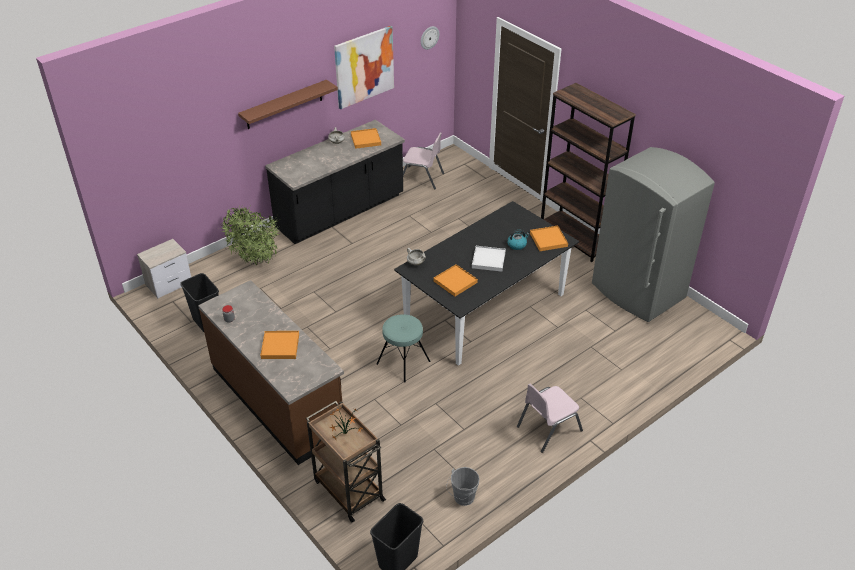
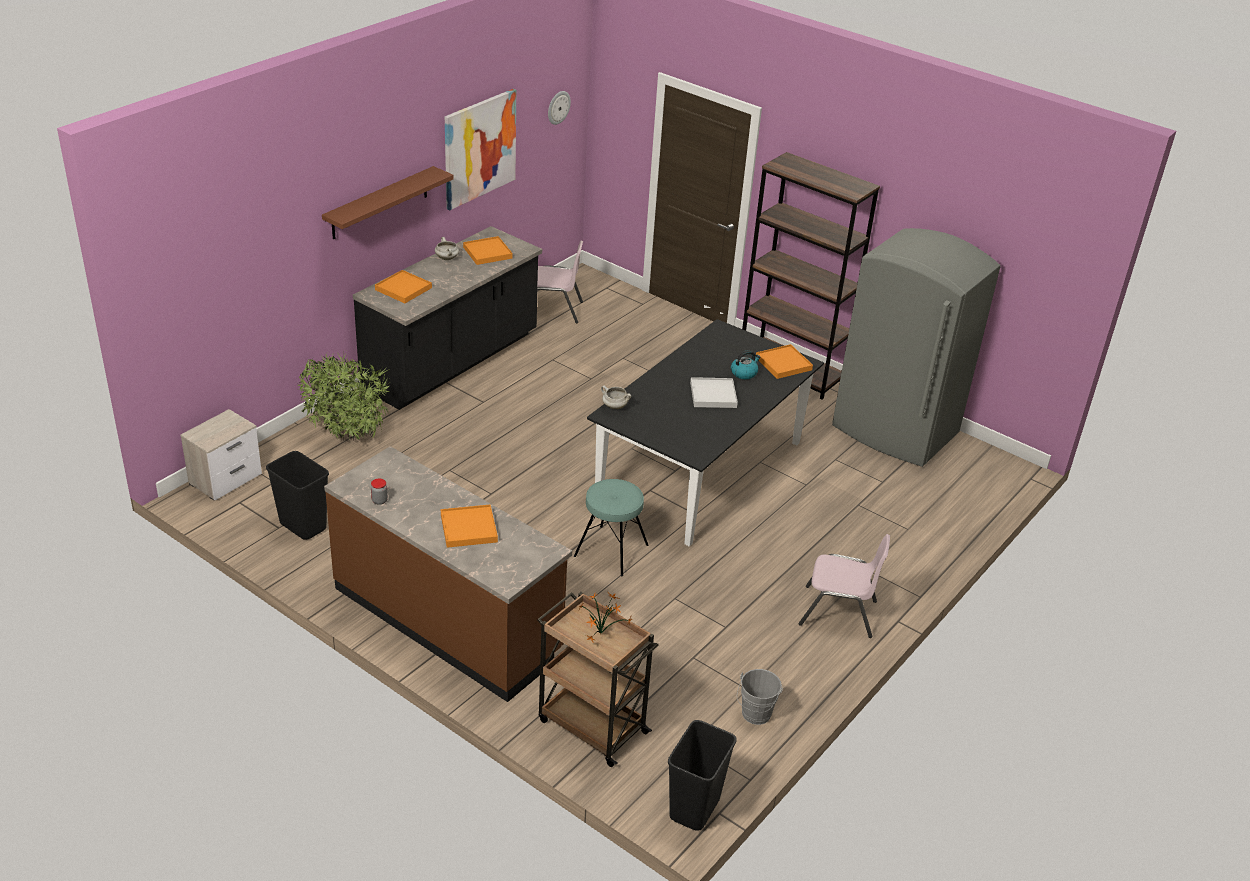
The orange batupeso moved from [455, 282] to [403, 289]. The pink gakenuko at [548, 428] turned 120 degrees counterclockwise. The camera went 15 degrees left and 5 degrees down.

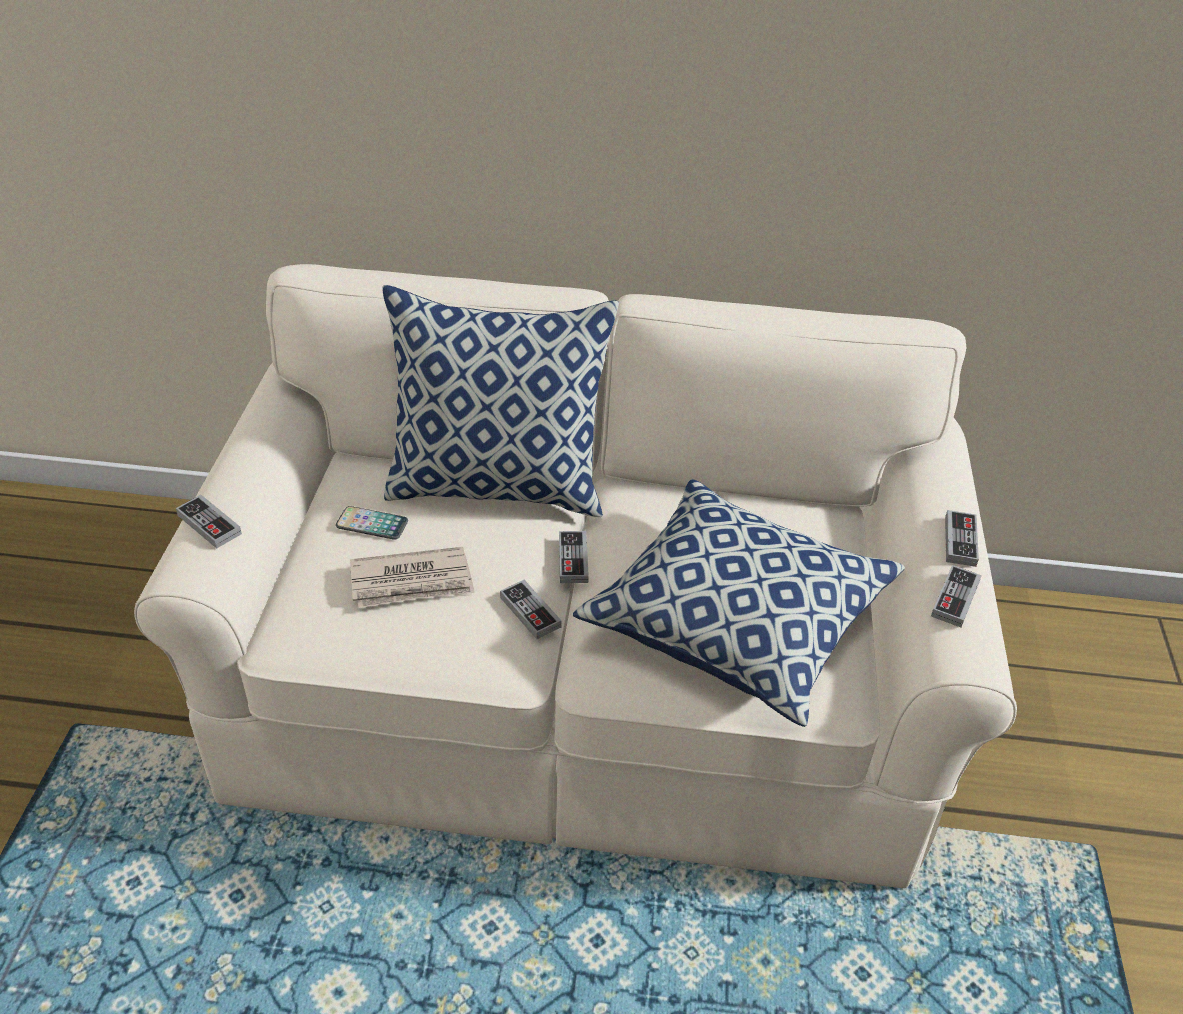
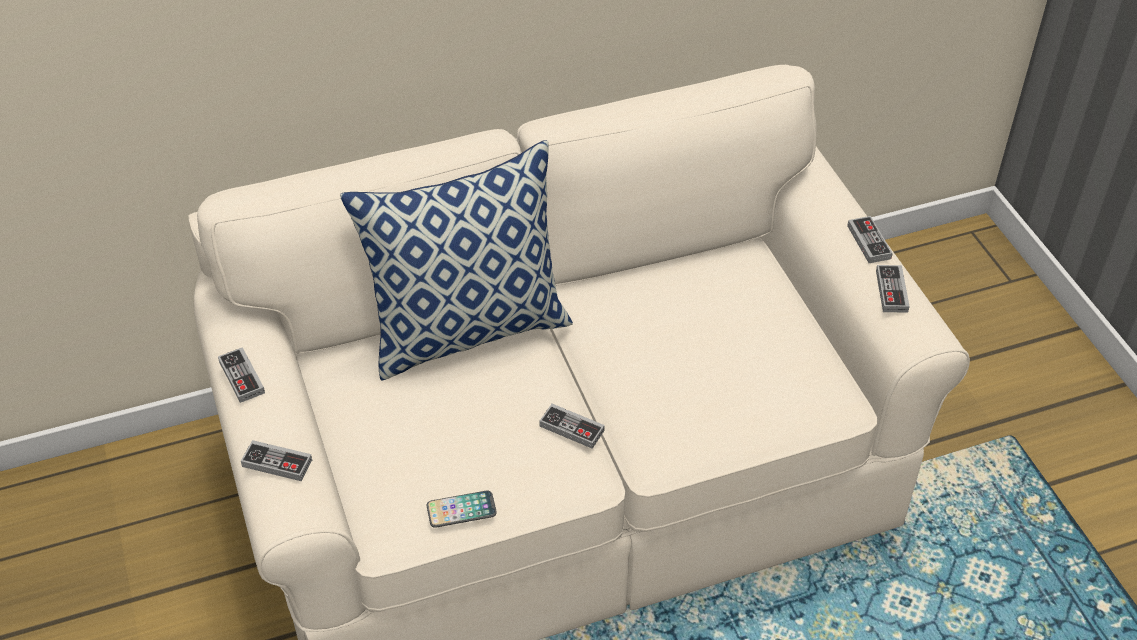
The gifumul moved from [573, 560] to [242, 377]. The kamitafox moved from [372, 524] to [461, 510]. The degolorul at [412, 582] disappeared. The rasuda at [737, 622] disappeared. The camera went 25 degrees left and 5 degrees up.

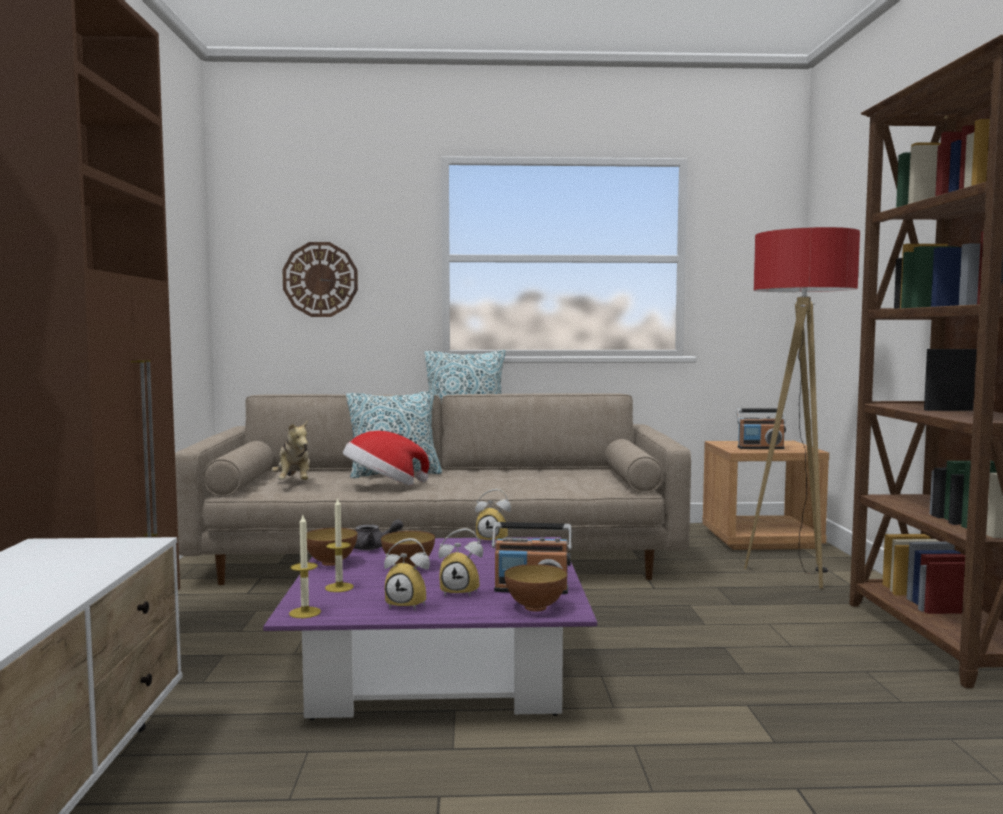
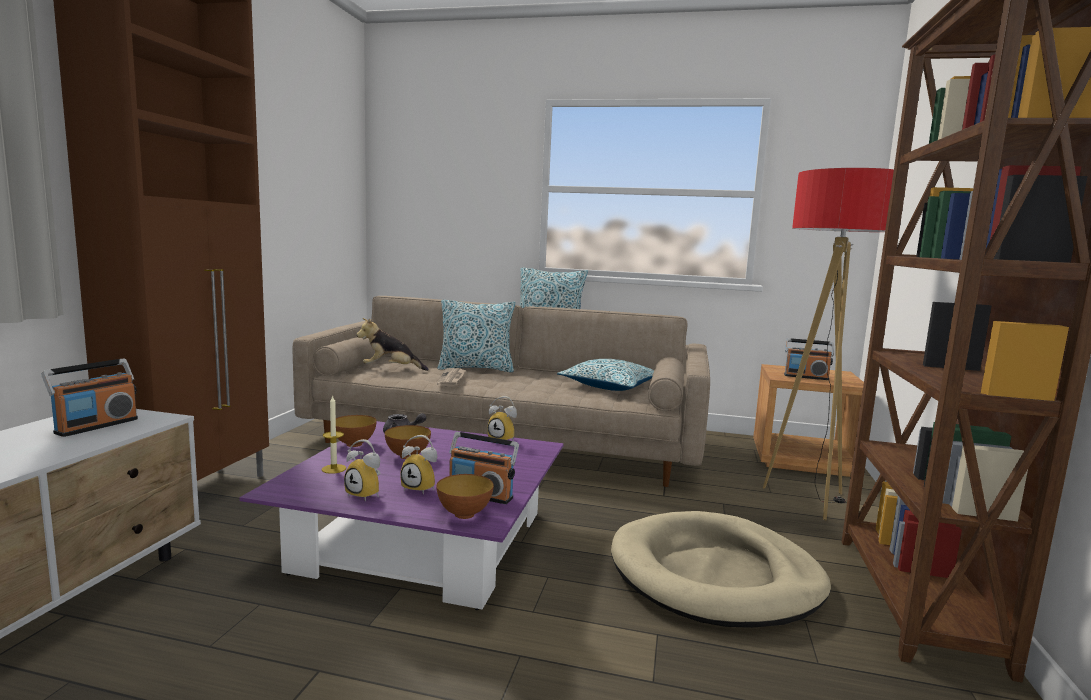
The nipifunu at [96, 426] appeared. The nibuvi at [294, 483] turned 90 degrees clockwise. The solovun at [383, 485] was replaced by the degolorul at [452, 379]. The rasuda at [610, 386] appeared. The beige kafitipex at [715, 575] appeared. The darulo at [320, 279] disappeared. The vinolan at [305, 612] disappeared. The camera went 15 degrees right and 5 degrees up.

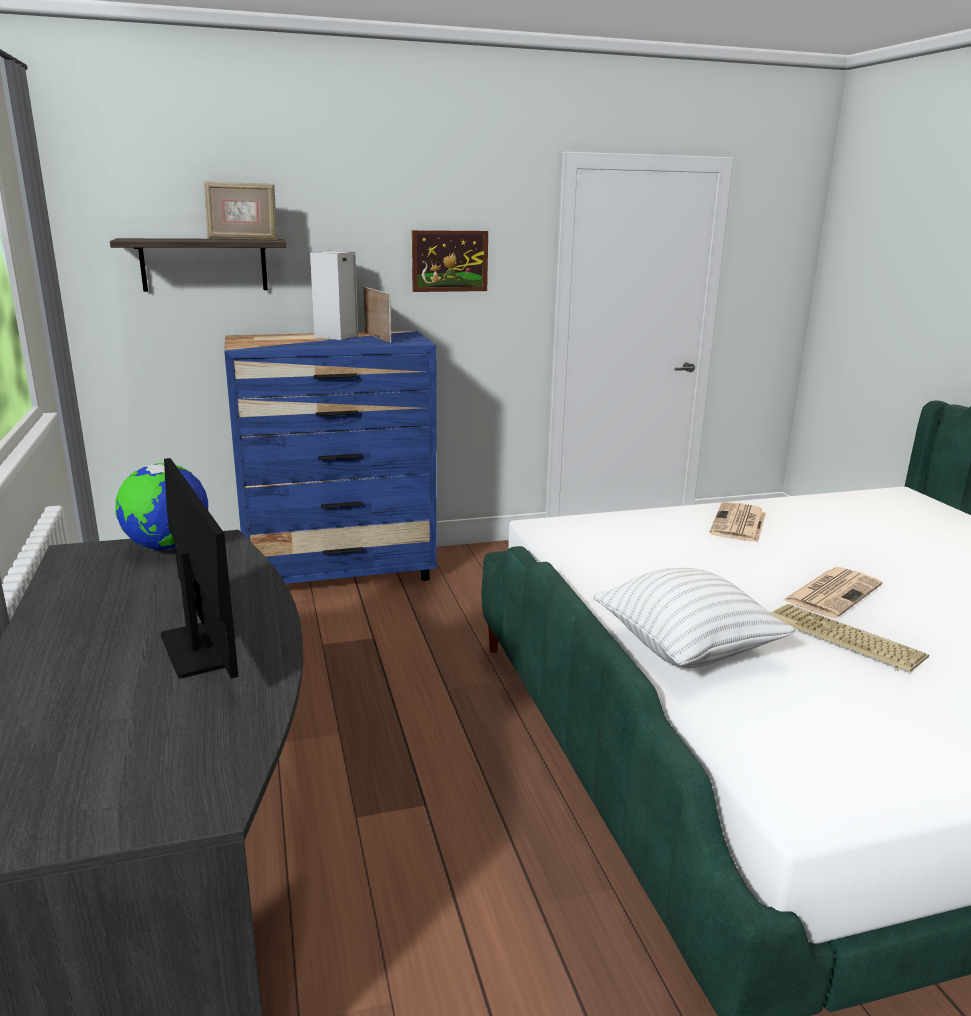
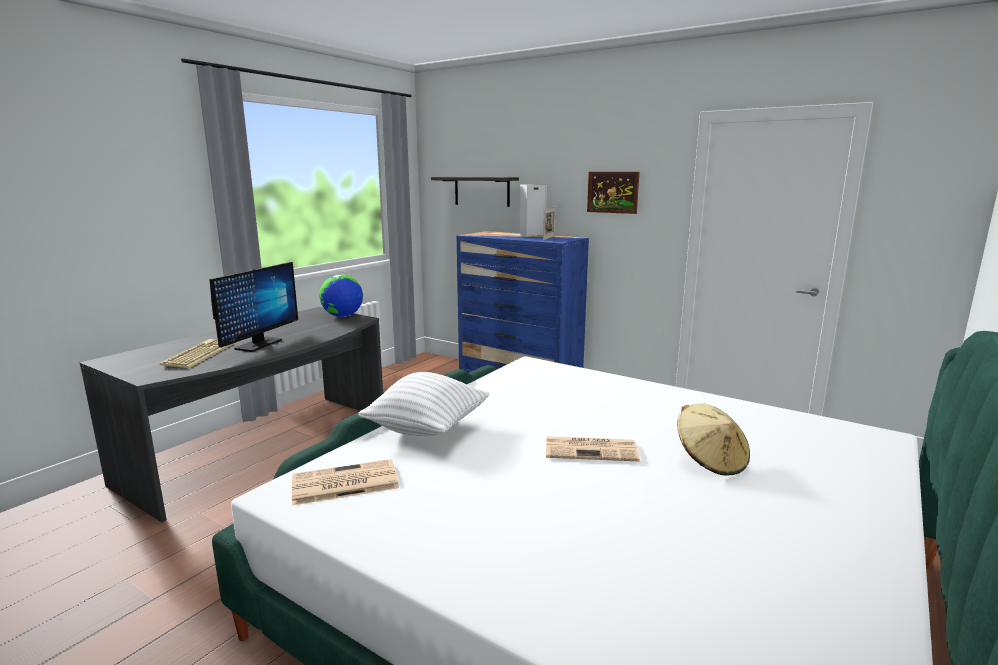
The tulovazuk moved from [841, 639] to [199, 354]. The degolorul moved from [739, 524] to [343, 483]. The beige solovun at [710, 461] appeared. The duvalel at [243, 239] disappeared. The camera went 50 degrees right and 5 degrees down.

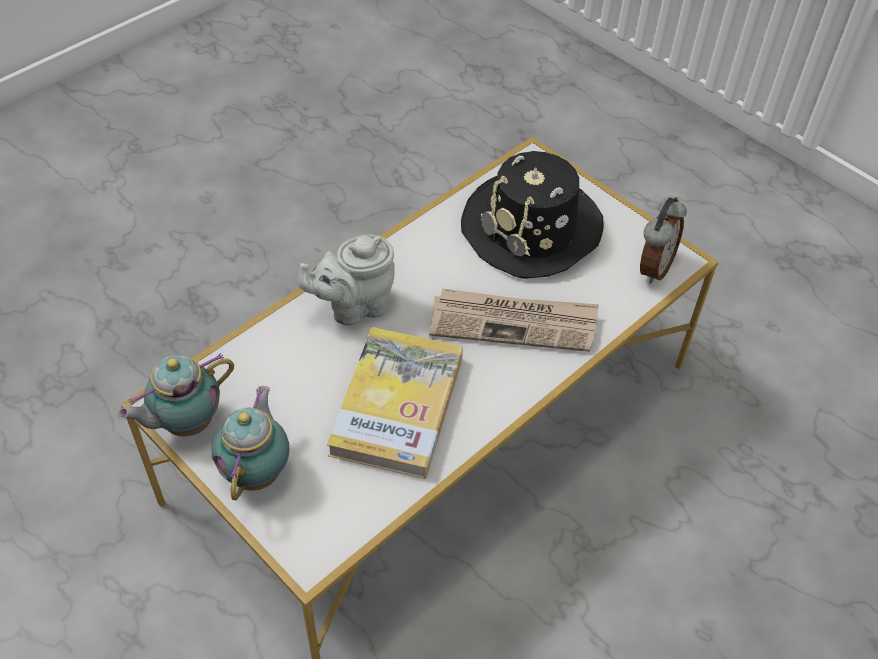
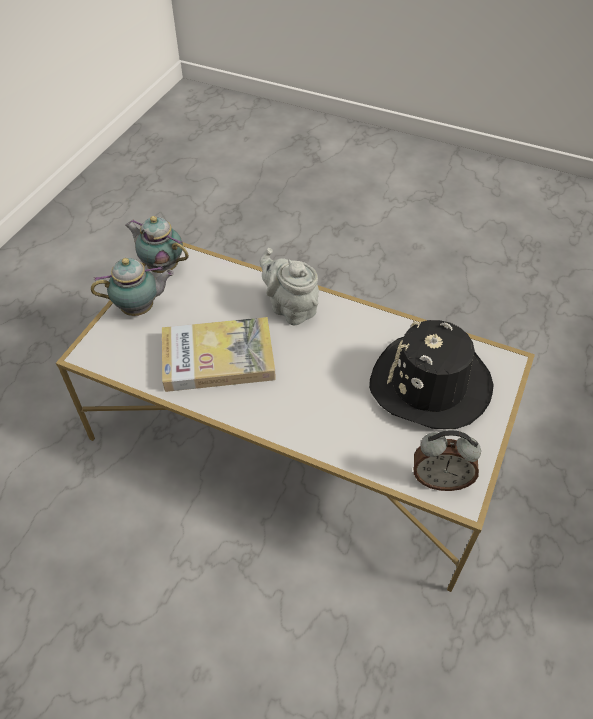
The degolorul at [514, 323] disappeared. The camera went 70 degrees right and 0 degrees up.

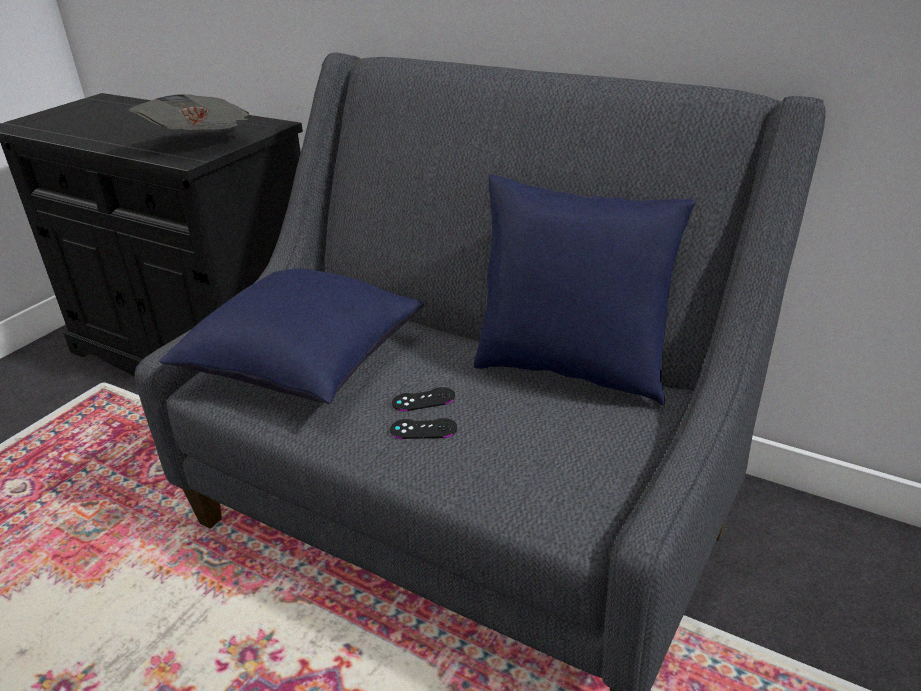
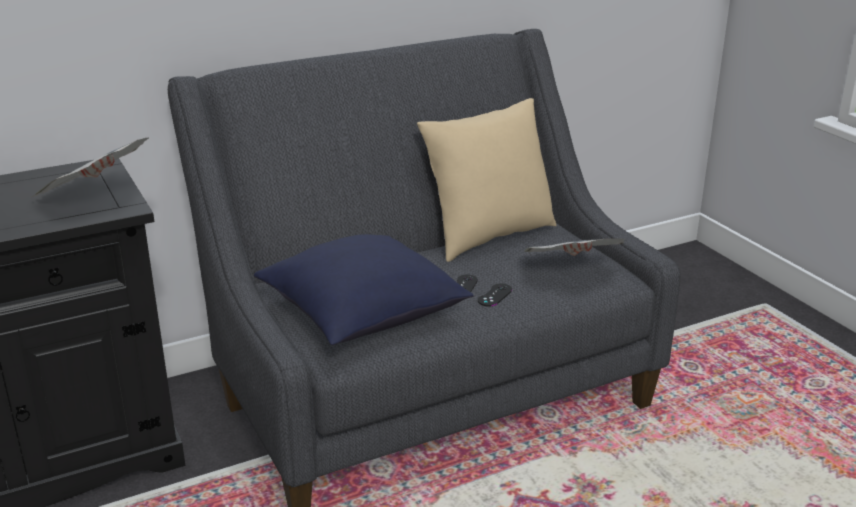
The blue rasuda at [572, 369] became the beige rasuda at [488, 236]. The degolorul at [571, 270] appeared. The camera went 60 degrees left and 5 degrees down.

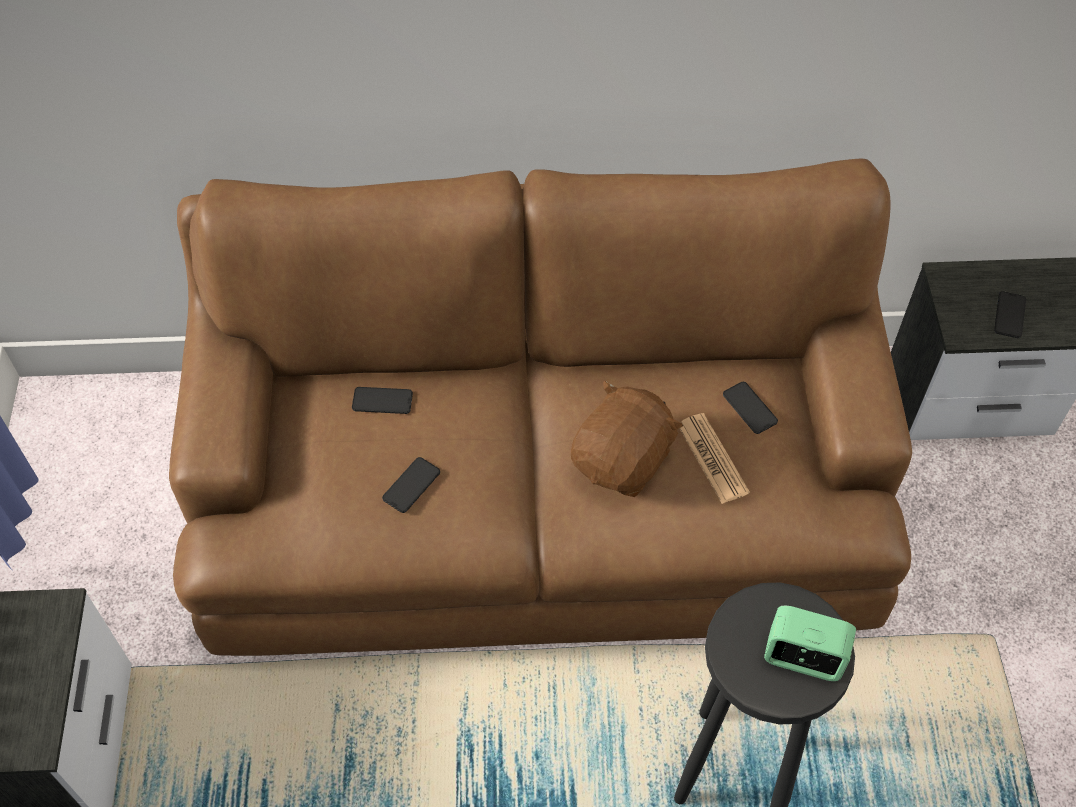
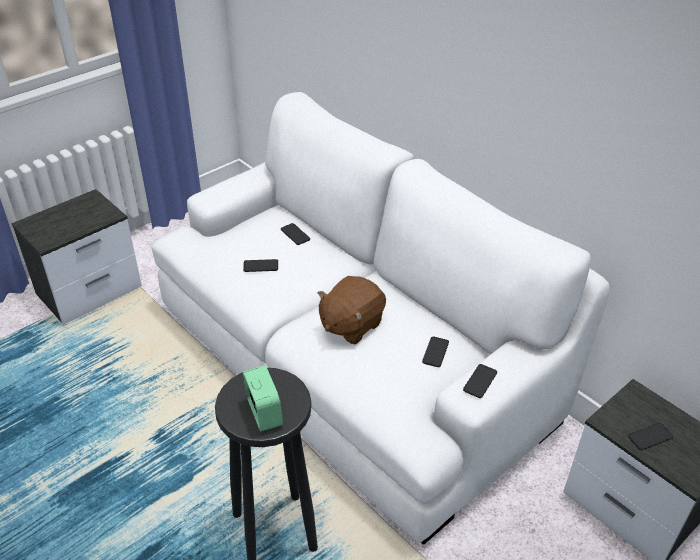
The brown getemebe at [538, 500] became the white getemebe at [350, 361]. The brown nibuvi at [623, 460] turned 135 degrees clockwise. The kamitafox at [480, 381] appeared. The degolorul at [712, 459] disappeared. The camera went 50 degrees right and 15 degrees down.

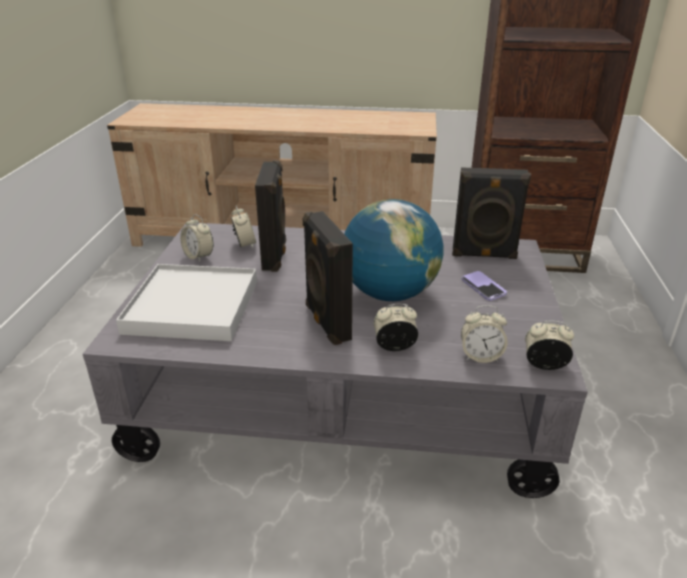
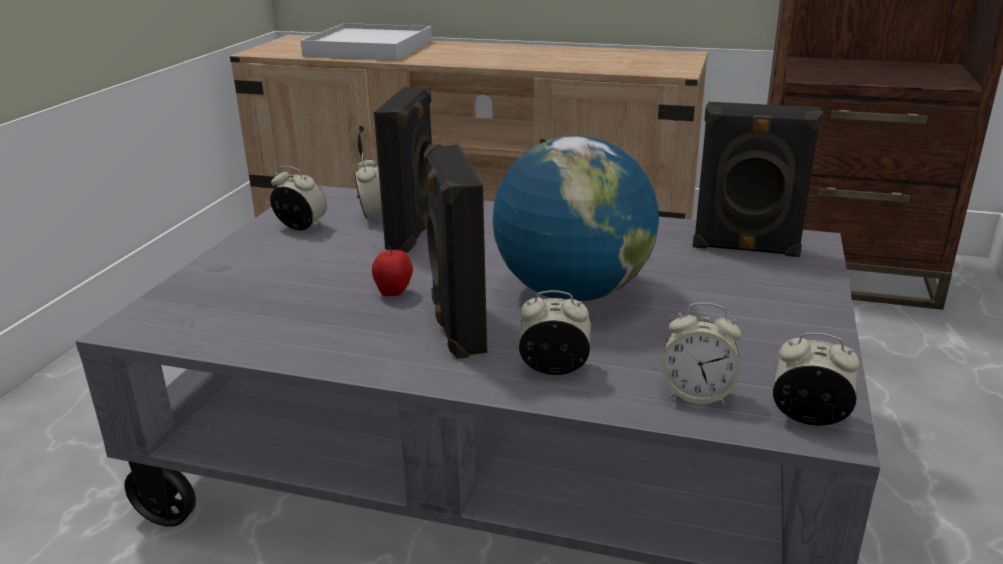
The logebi at [199, 256] turned 150 degrees clockwise. The white batupeso moved from [193, 307] to [369, 48]. The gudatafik at [394, 293] appeared. The kamitafox at [483, 287] disappeared. The camera went 10 degrees right and 5 degrees down.

